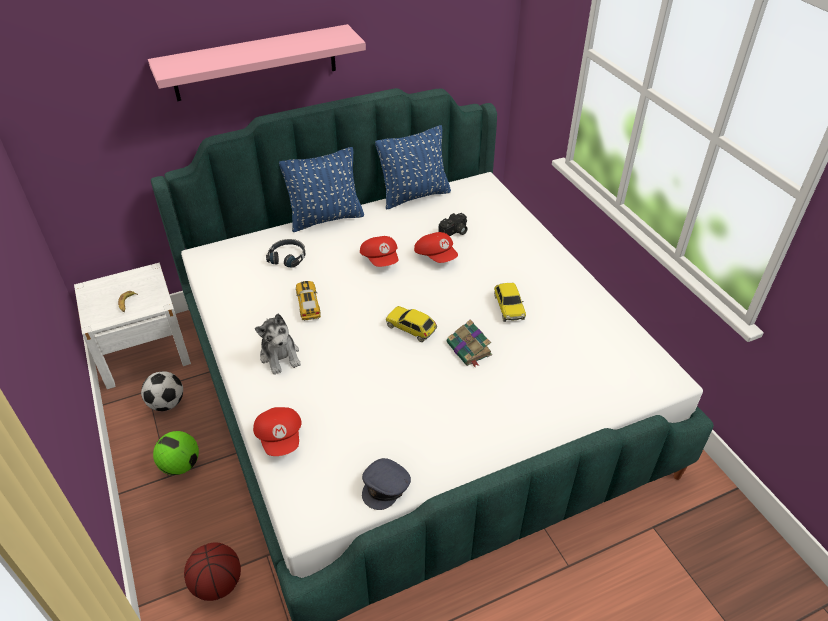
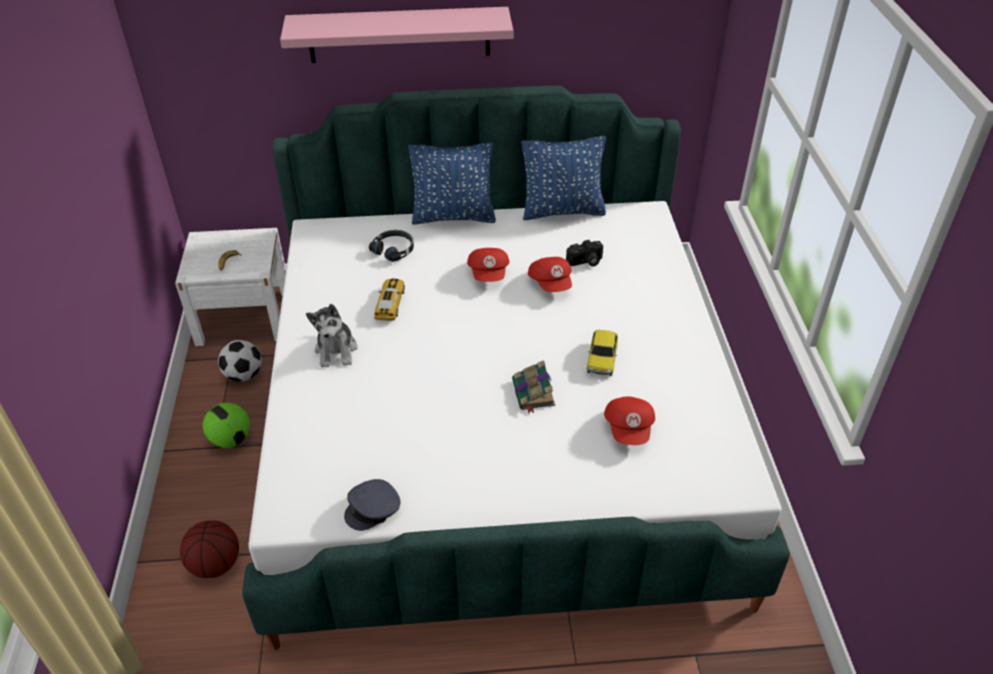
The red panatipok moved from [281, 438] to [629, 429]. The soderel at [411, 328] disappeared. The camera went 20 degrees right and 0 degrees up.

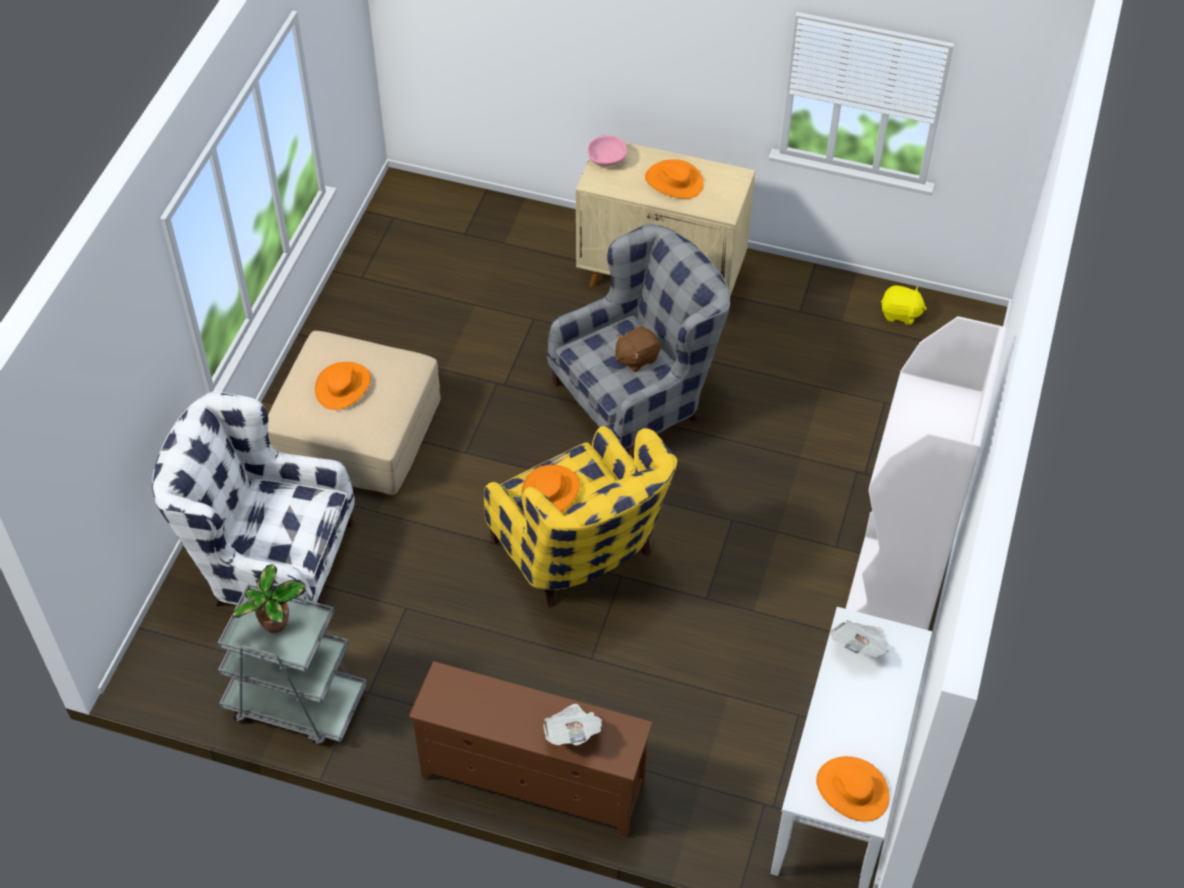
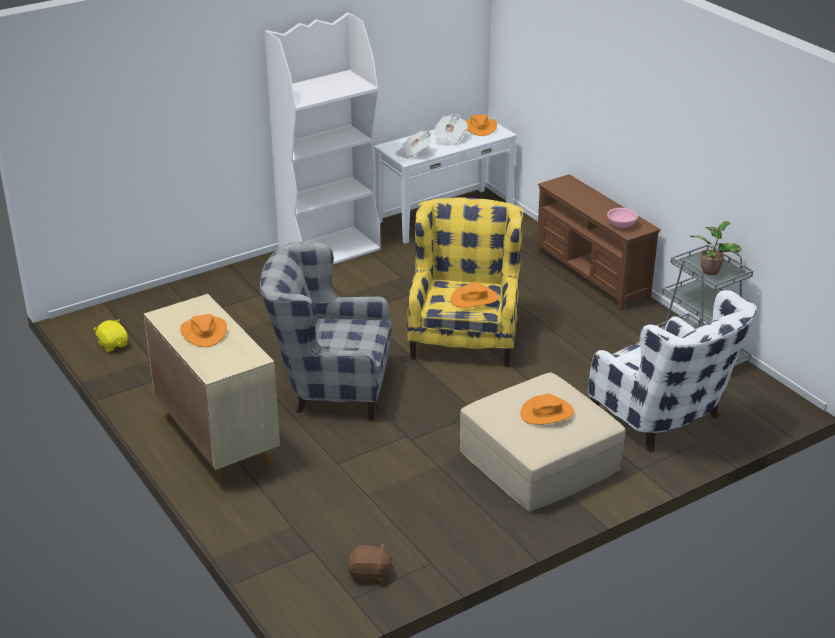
The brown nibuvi moved from [636, 358] to [369, 575]. The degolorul moved from [572, 732] to [449, 139]. The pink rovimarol moved from [606, 160] to [621, 225]. The camera went 140 degrees left and 20 degrees down.

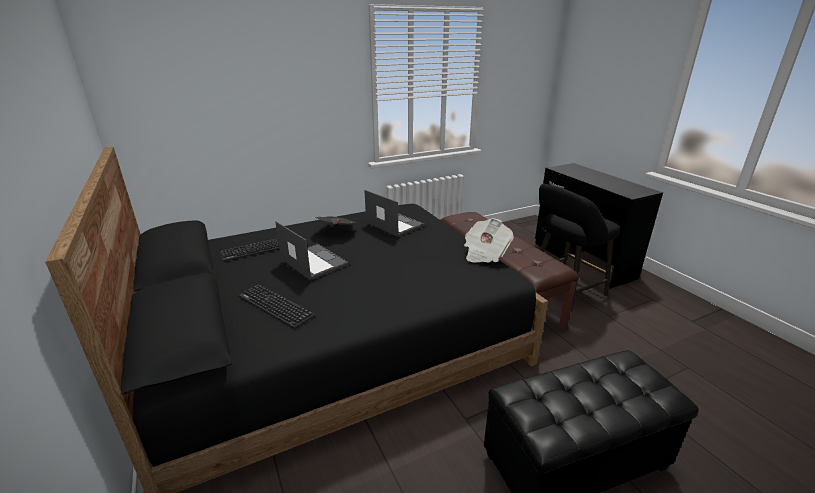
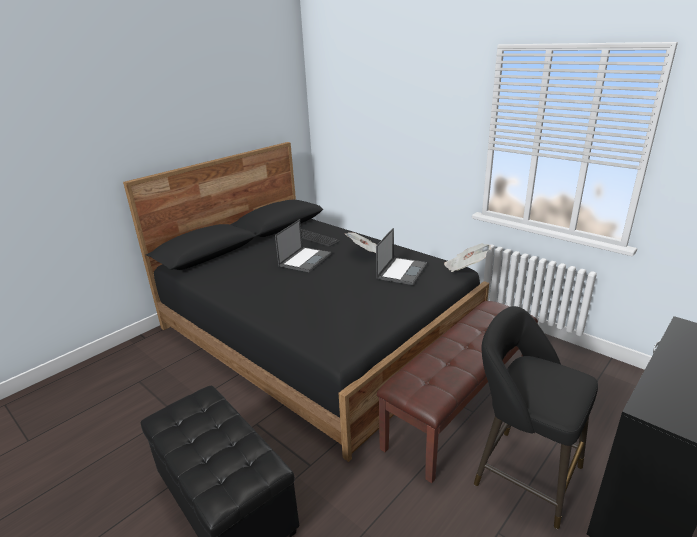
The degolorul moved from [485, 253] to [465, 268]. The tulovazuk at [275, 306] disappeared. The camera went 70 degrees right and 0 degrees up.

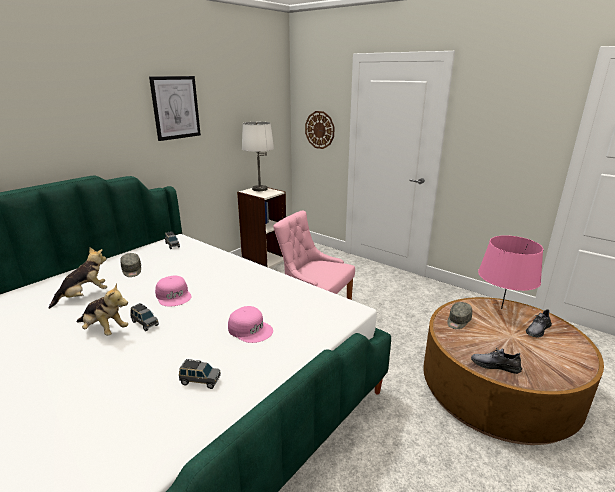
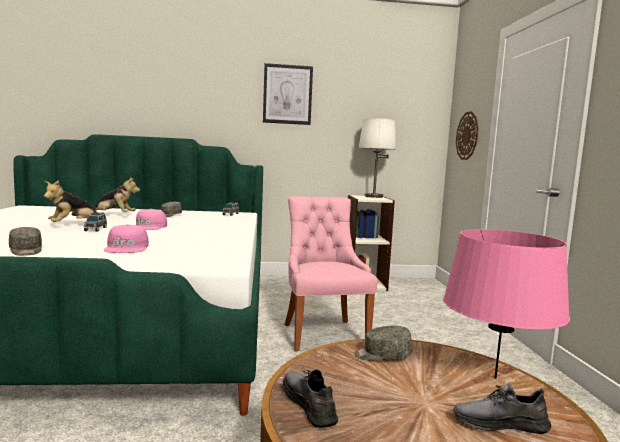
The grey soderel at [200, 381] was replaced by the grey panatipok at [26, 251]. The nibuvi at [104, 330] turned 60 degrees clockwise. The camera went 45 degrees right and 15 degrees down.

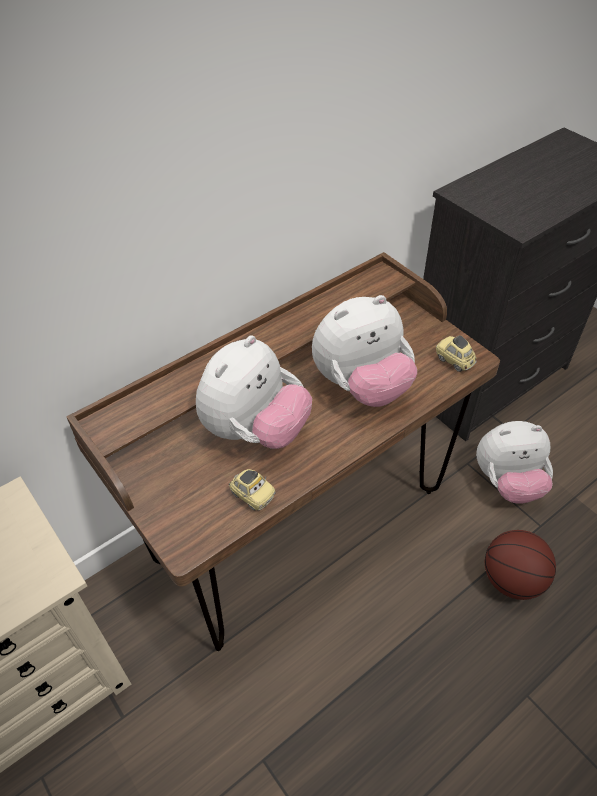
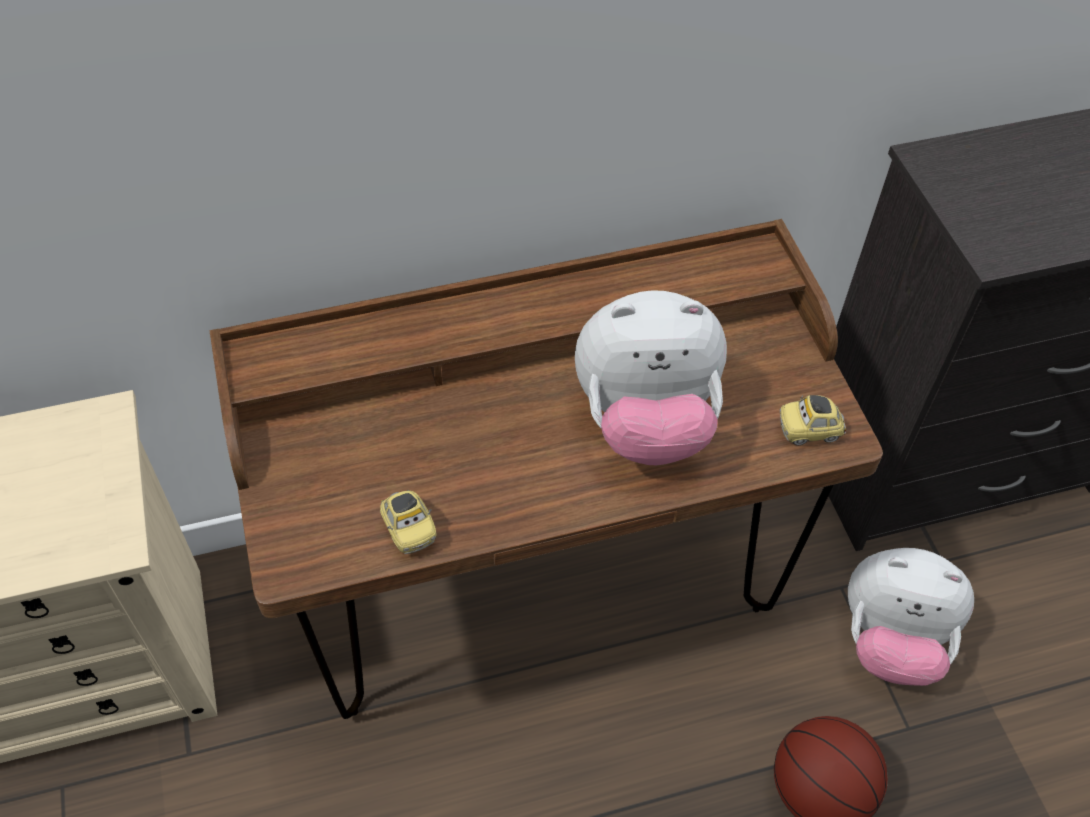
The soderel at [454, 360] turned 75 degrees counterclockwise. The nibuvi at [255, 430] disappeared. The camera went 20 degrees right and 5 degrees up.

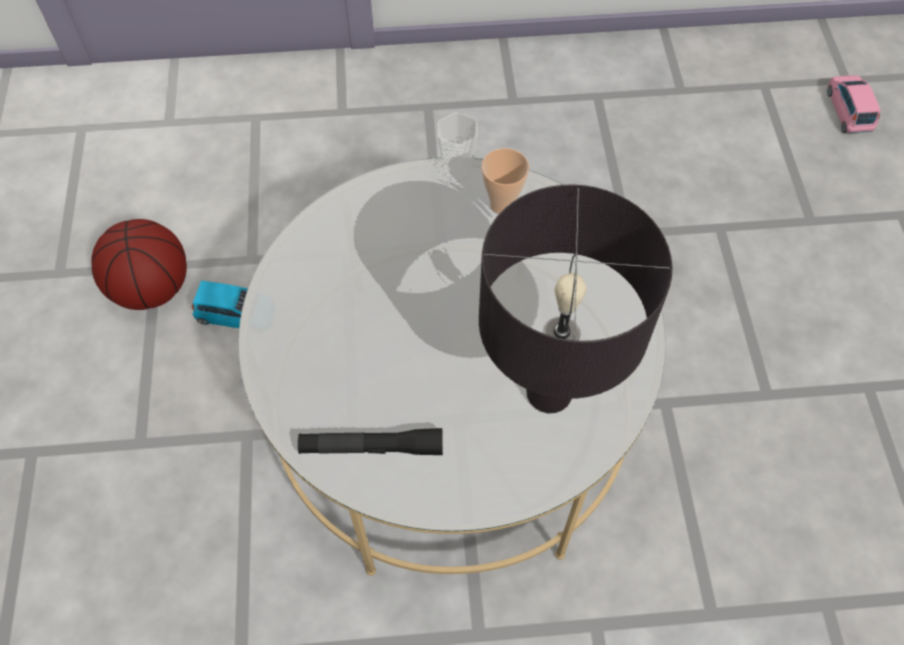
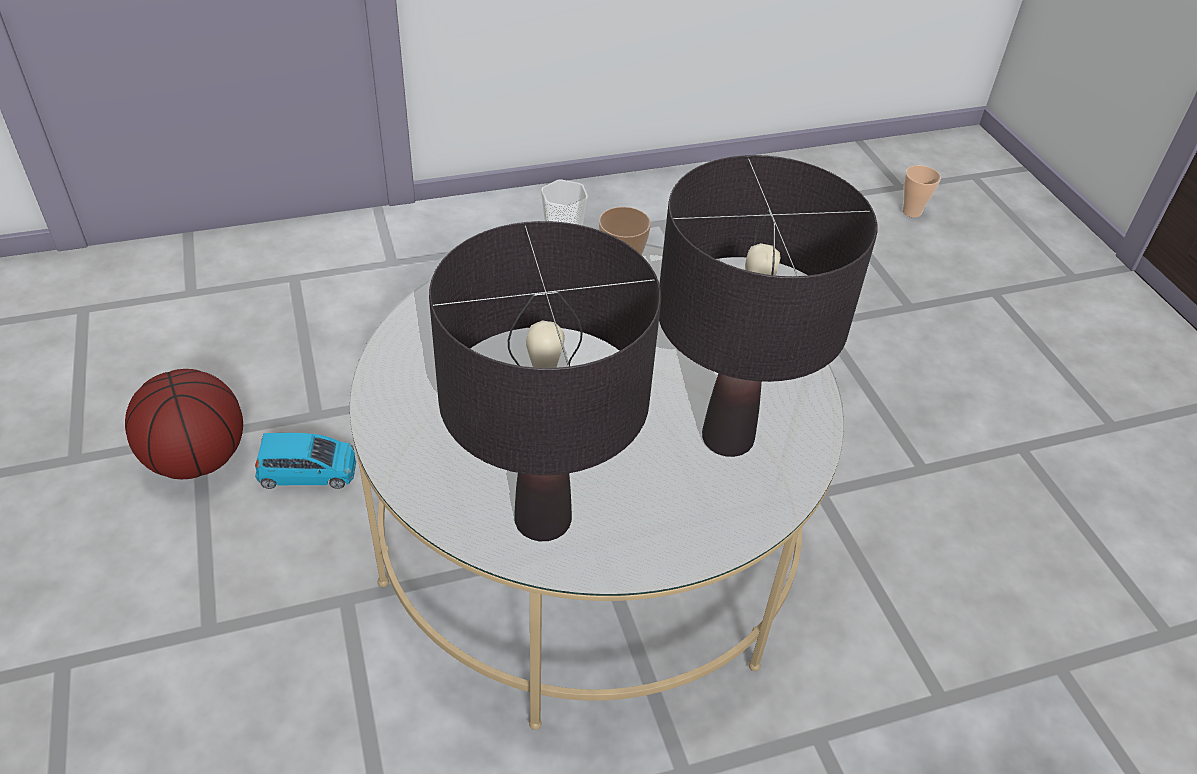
The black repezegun at [371, 447] was replaced by the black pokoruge at [542, 519]. The pink soderel at [848, 111] was replaced by the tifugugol at [911, 212]. The camera went 15 degrees left and 15 degrees down.

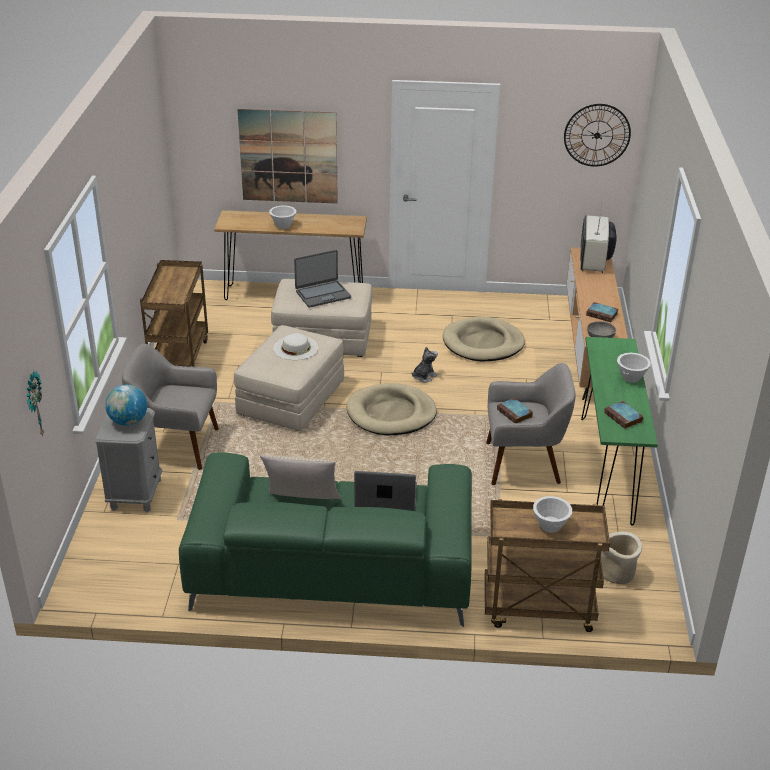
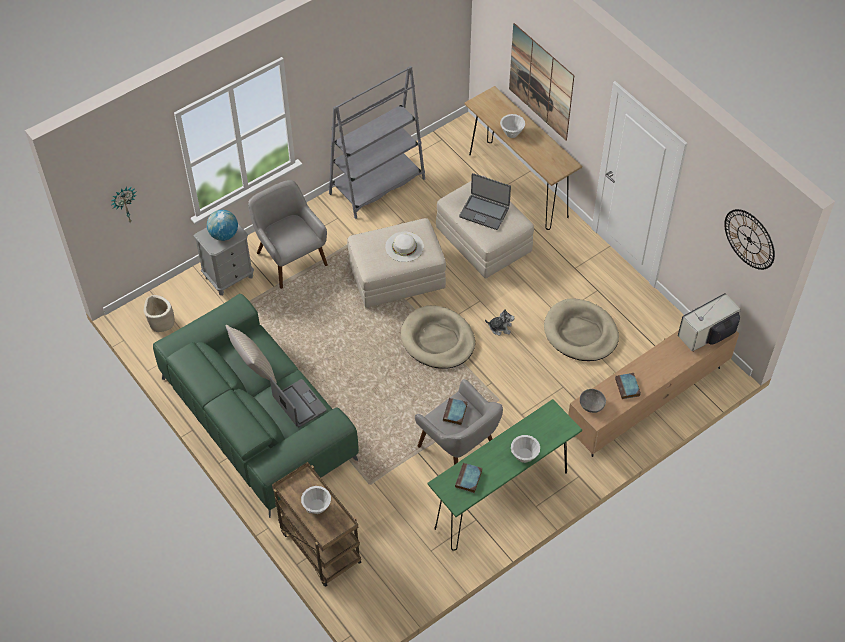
The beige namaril moved from [616, 573] to [161, 322]. The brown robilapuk at [179, 358] was replaced by the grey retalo at [377, 186]. The camera went 50 degrees right and 20 degrees up.

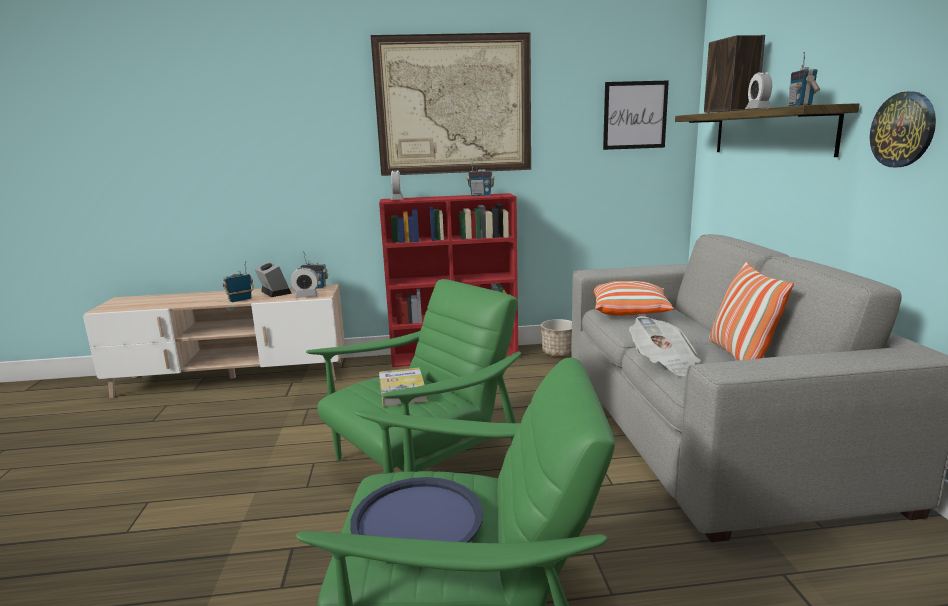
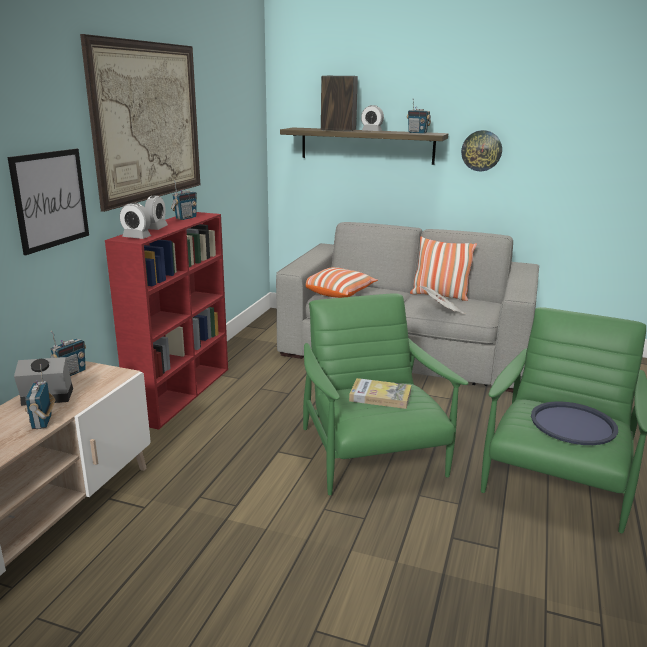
The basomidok moved from [635, 115] to [50, 199]. The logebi moved from [306, 296] to [156, 228]. The namaril at [558, 353] disappeared. The camera went 65 degrees left and 5 degrees up.

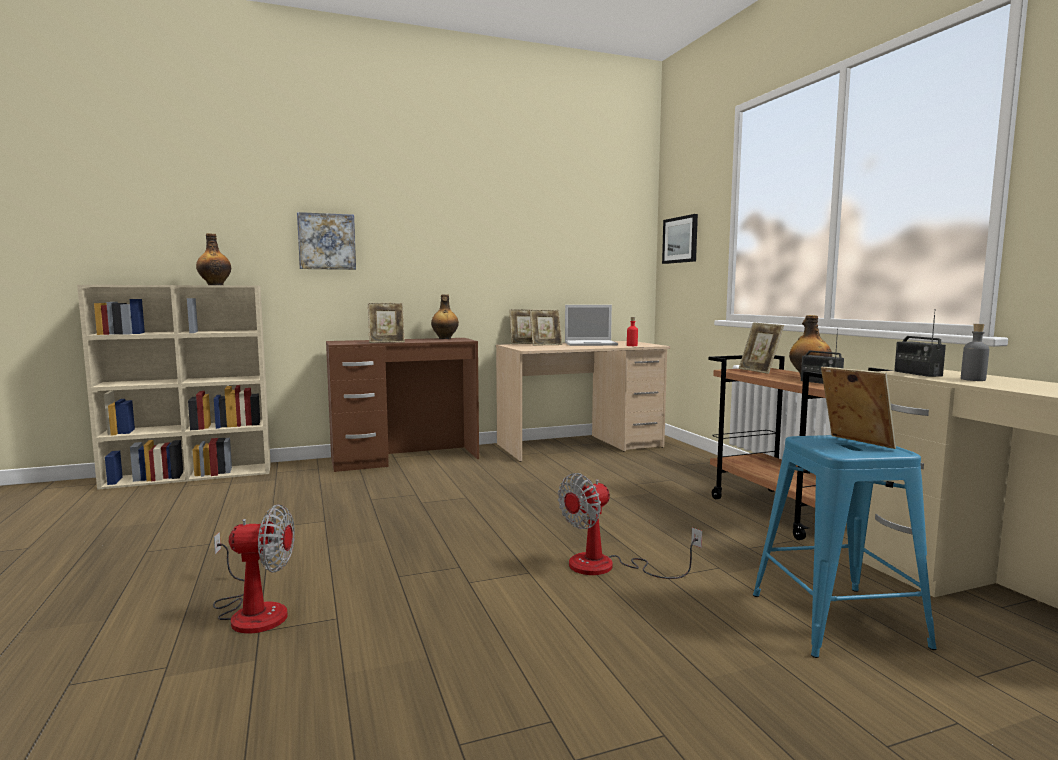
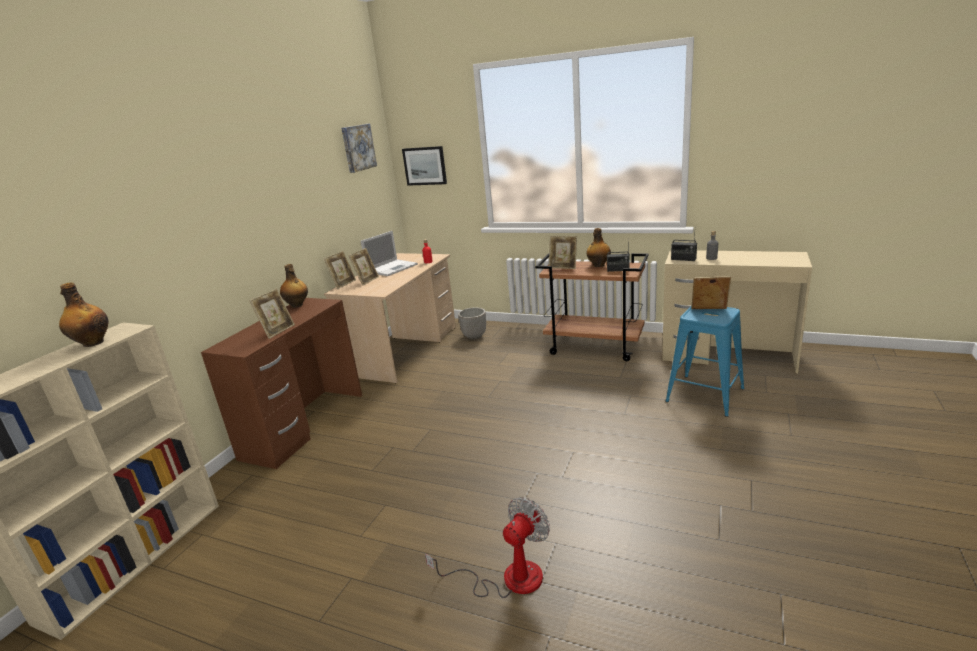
The basomidok moved from [326, 241] to [357, 147]. The namaril at [474, 336] appeared. The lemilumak at [608, 567] disappeared. The camera went 45 degrees left and 15 degrees up.

